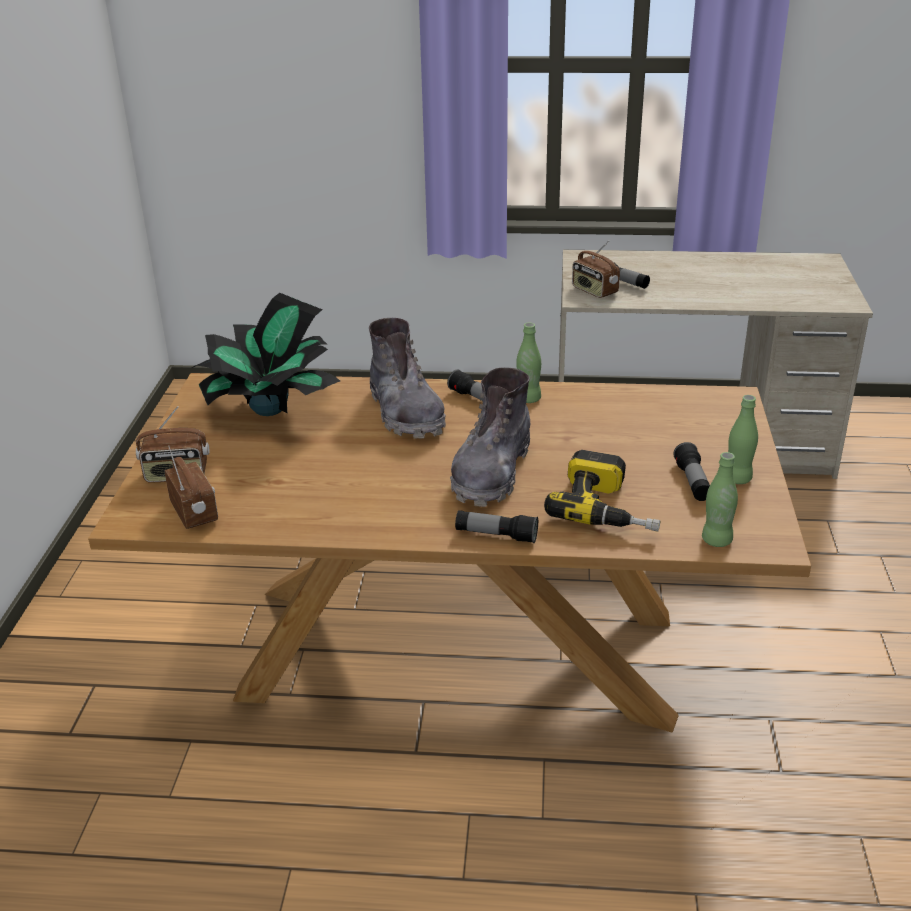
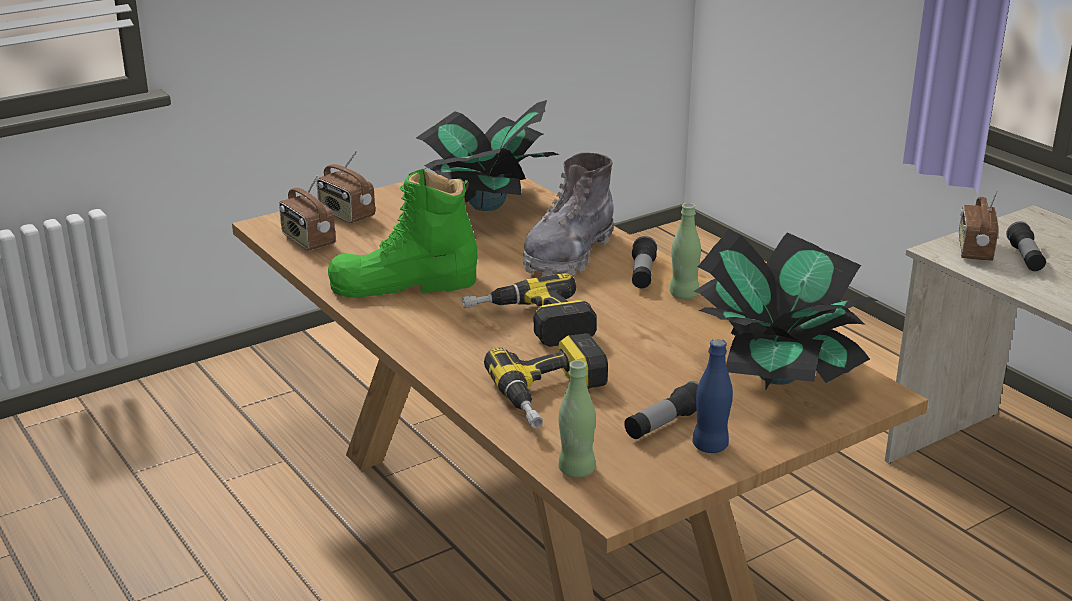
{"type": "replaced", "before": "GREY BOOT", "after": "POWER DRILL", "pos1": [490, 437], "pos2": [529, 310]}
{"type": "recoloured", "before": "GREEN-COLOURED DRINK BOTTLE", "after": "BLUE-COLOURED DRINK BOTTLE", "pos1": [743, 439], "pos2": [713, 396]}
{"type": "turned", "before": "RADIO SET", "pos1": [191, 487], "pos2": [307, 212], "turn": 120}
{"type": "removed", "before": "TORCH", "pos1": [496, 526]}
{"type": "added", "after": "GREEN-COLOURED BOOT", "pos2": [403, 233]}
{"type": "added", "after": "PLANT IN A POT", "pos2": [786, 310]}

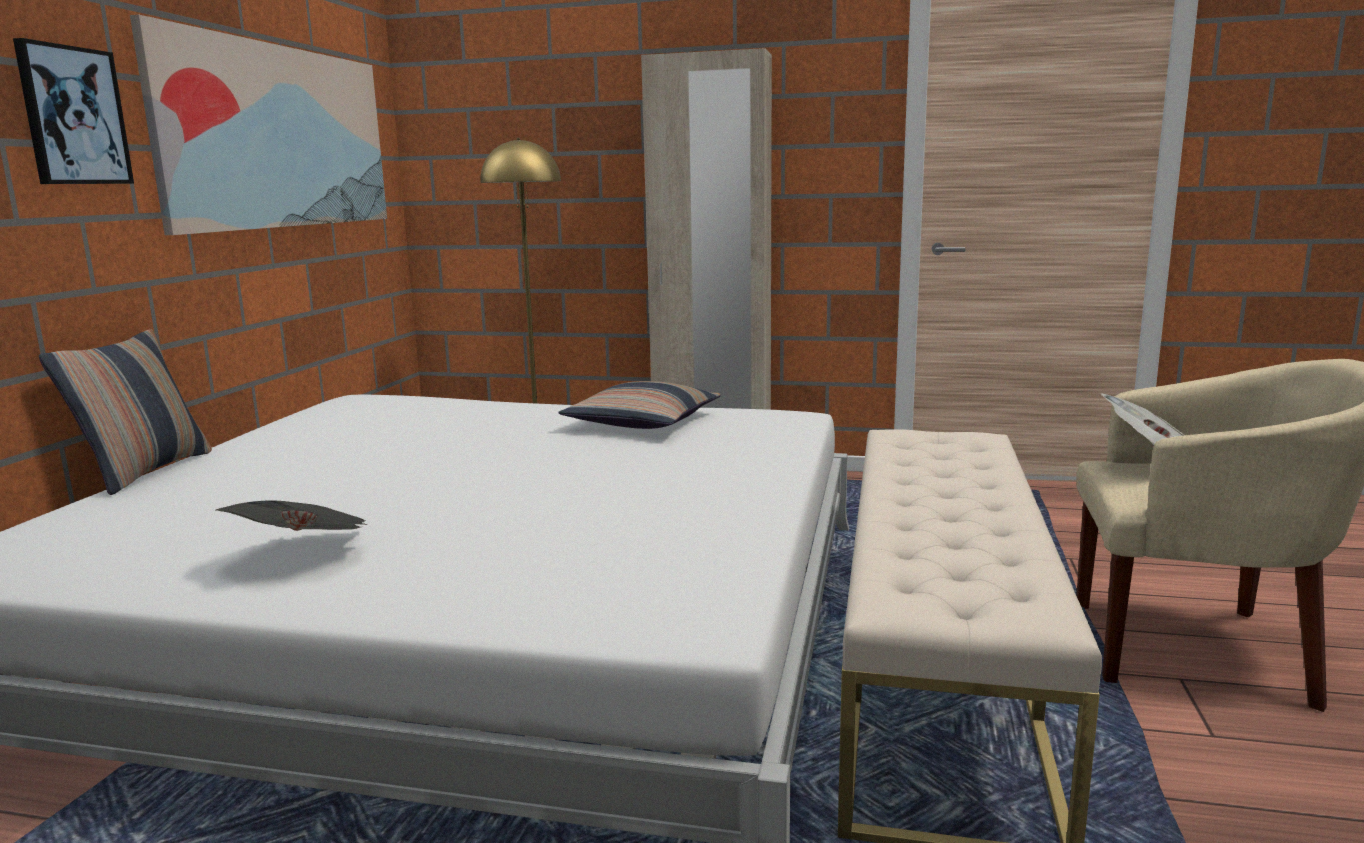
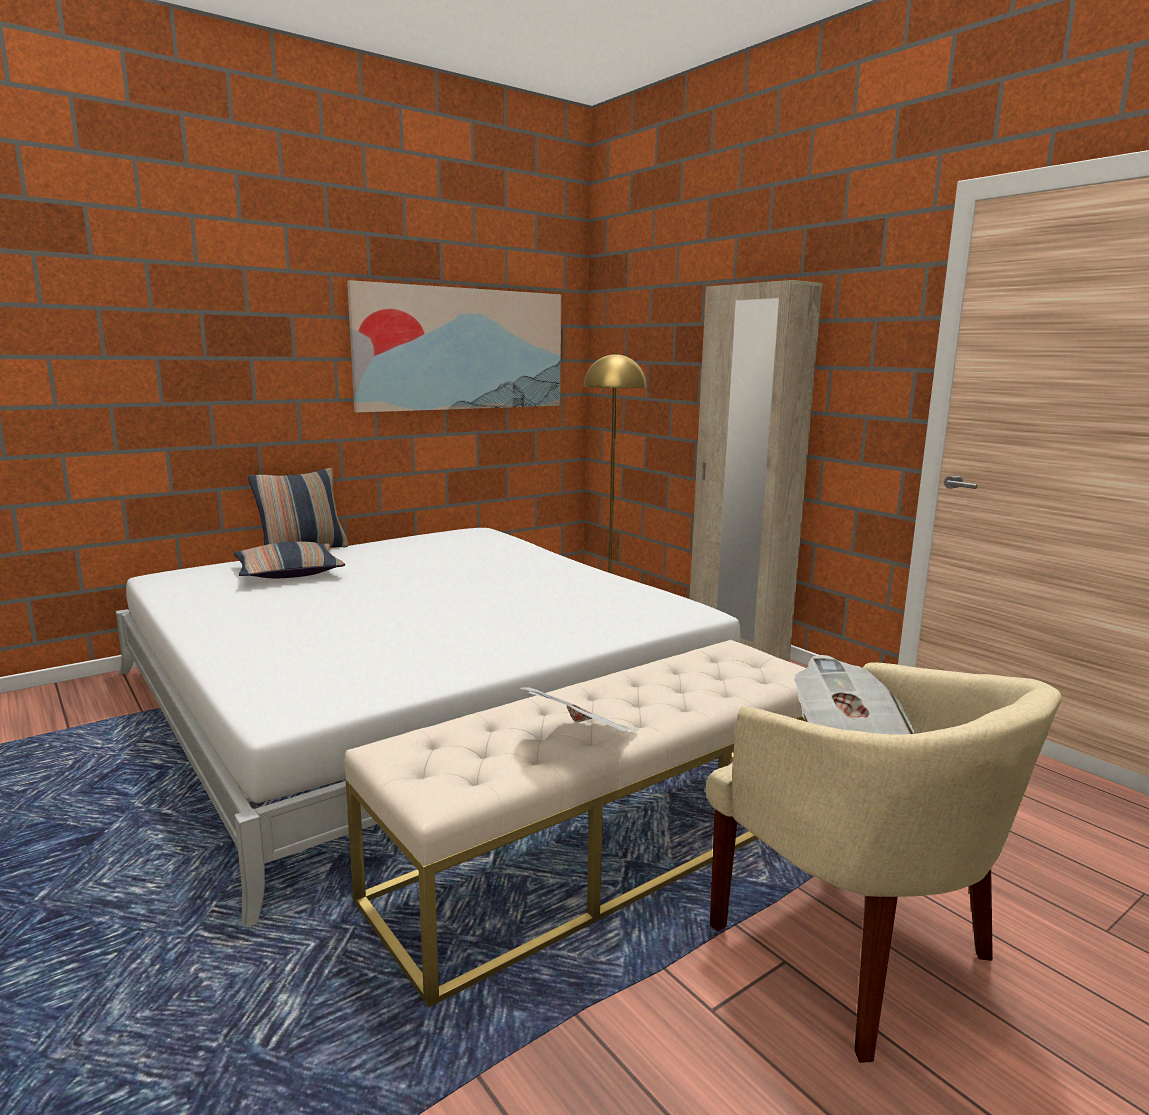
{"type": "removed", "before": "WALL PICTURE", "pos1": [73, 111]}
{"type": "moved", "before": "PILLOW", "pos1": [639, 405], "pos2": [289, 559]}
{"type": "moved", "before": "DAILY PAPER", "pos1": [292, 515], "pos2": [580, 710]}

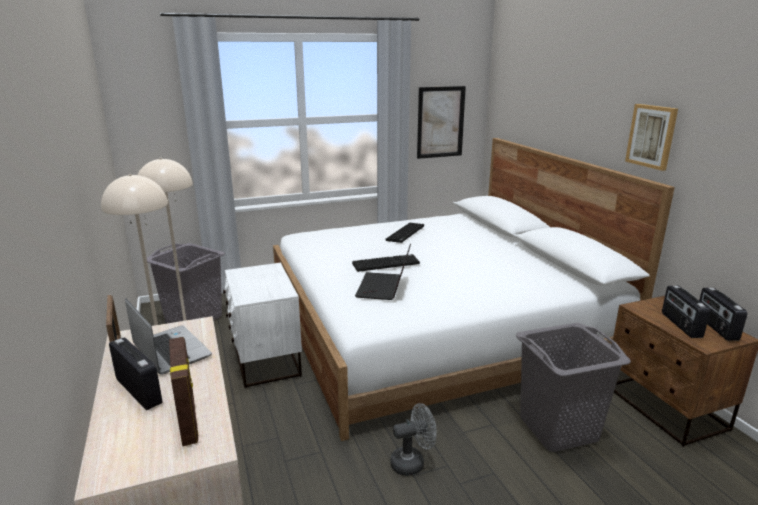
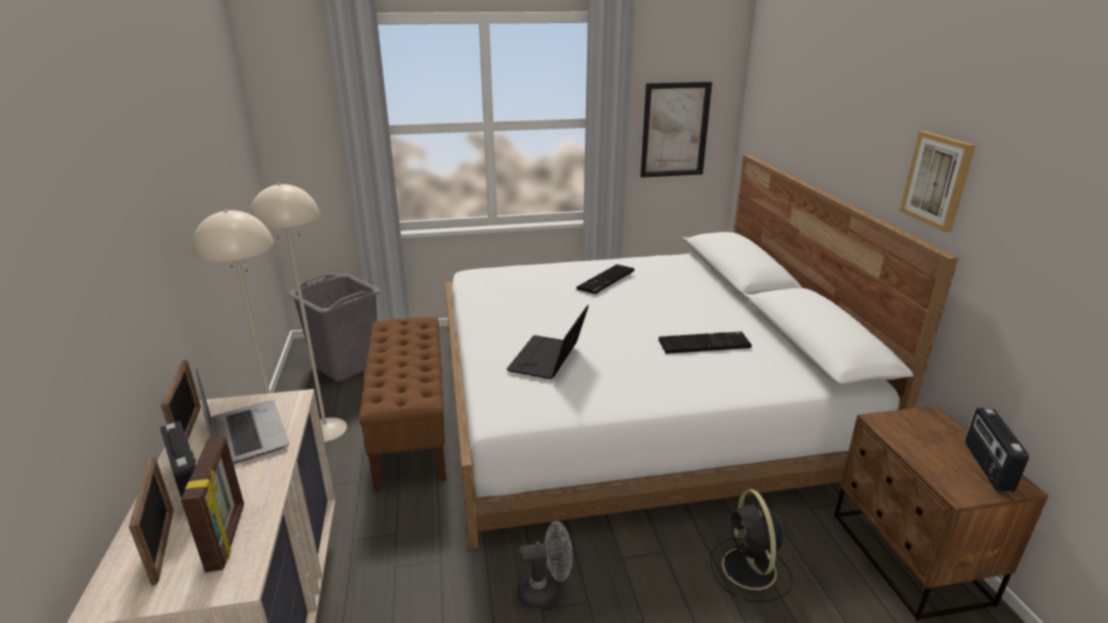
{"type": "moved", "before": "COMPUTER KEYBOARD", "pos1": [386, 263], "pos2": [705, 343]}
{"type": "replaced", "before": "WHITE NIGHT TABLE", "after": "BROWN LONG SEAT", "pos1": [262, 325], "pos2": [402, 403]}
{"type": "removed", "before": "RADIO SET", "pos1": [686, 312]}
{"type": "replaced", "before": "GREY HAMPER", "after": "BLACK FAN", "pos1": [573, 387], "pos2": [752, 545]}
{"type": "added", "after": "STANDING FRAME", "pos2": [151, 521]}

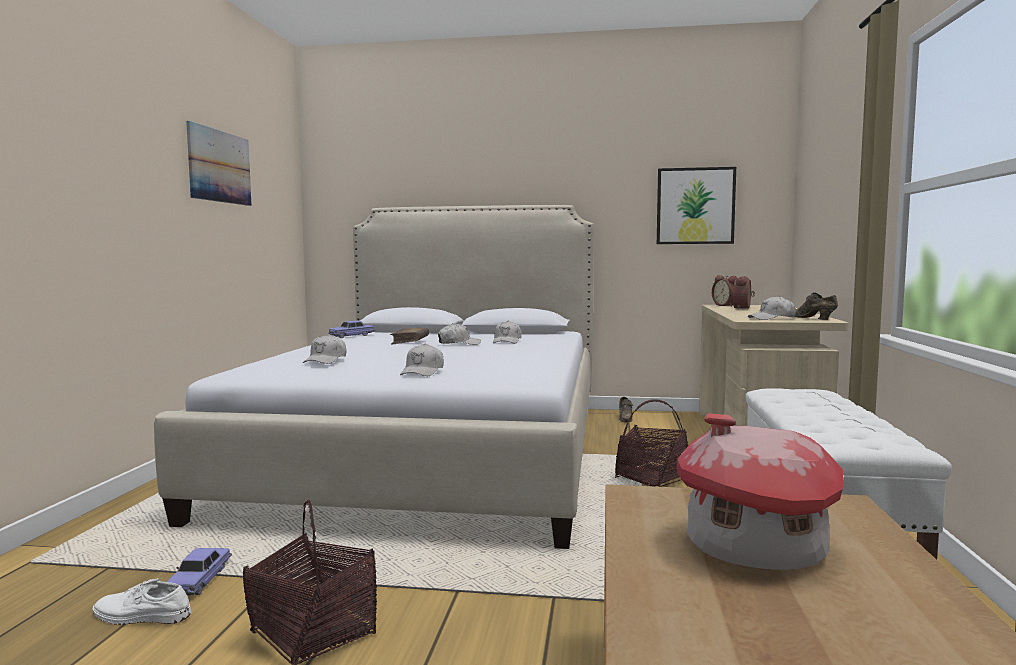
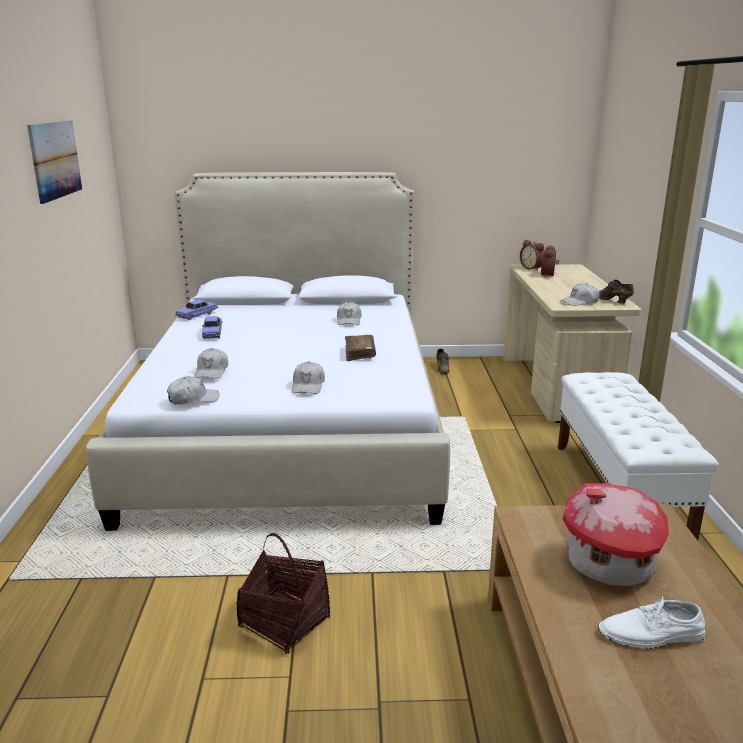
{"type": "removed", "before": "WALL PICTURE", "pos1": [696, 205]}
{"type": "moved", "before": "WHITE CAP", "pos1": [459, 334], "pos2": [193, 390]}
{"type": "moved", "before": "BROWN BOOK", "pos1": [409, 336], "pos2": [360, 348]}
{"type": "removed", "before": "STORAGE BASKET", "pos1": [651, 443]}
{"type": "moved", "before": "MODEL CAR", "pos1": [199, 571], "pos2": [212, 327]}
{"type": "moved", "before": "WHITE SHOE", "pos1": [142, 601], "pos2": [652, 622]}

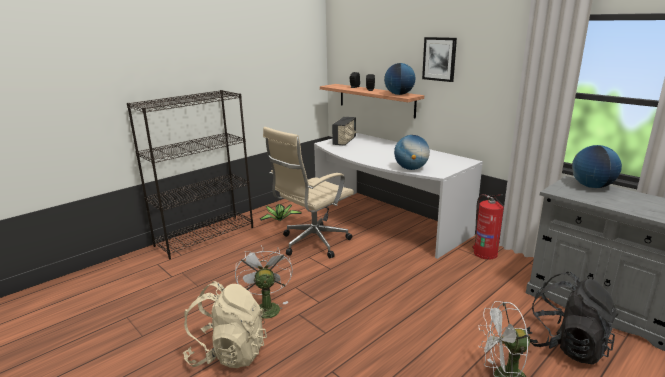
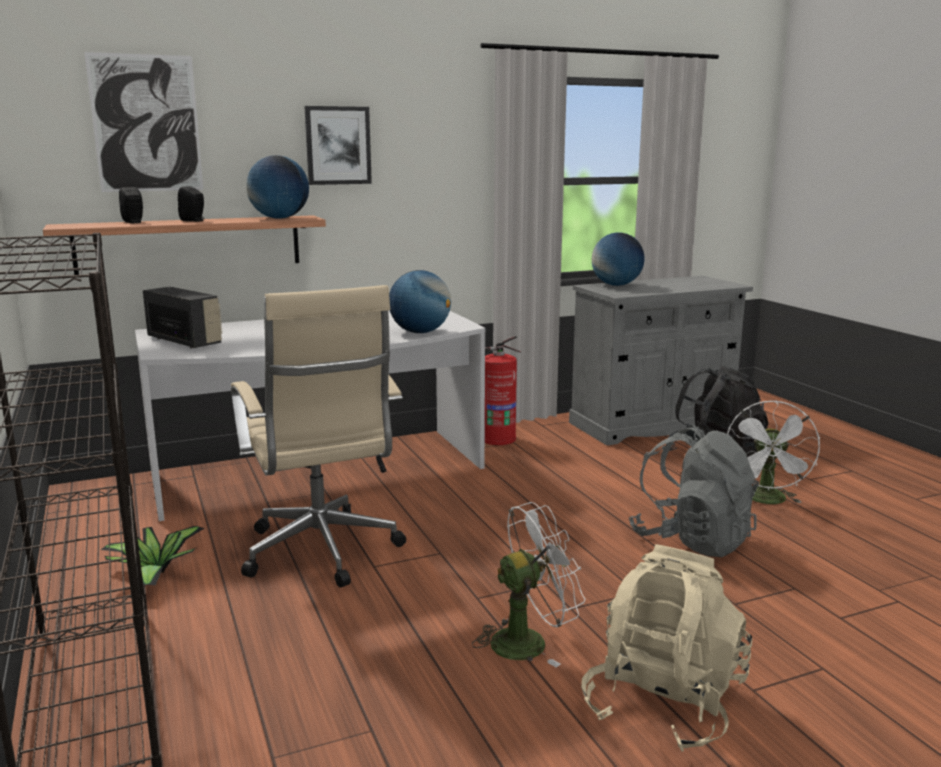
{"type": "turned", "before": "WHITE FAN", "pos1": [264, 284], "pos2": [529, 584], "turn": 150}
{"type": "added", "after": "WALL PICTURE", "pos2": [143, 122]}
{"type": "added", "after": "GREY BACKPACK", "pos2": [694, 491]}

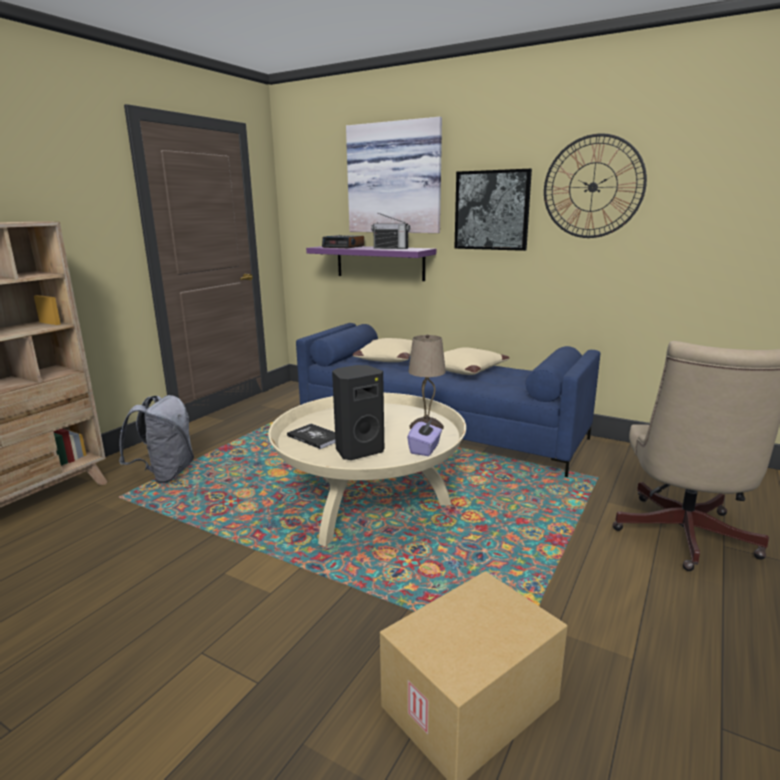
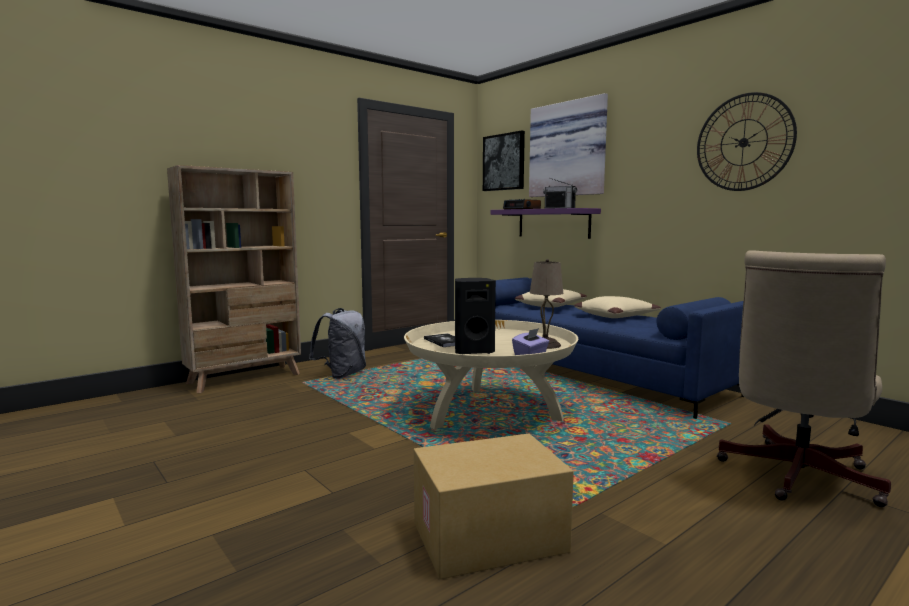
{"type": "moved", "before": "WALL PICTURE", "pos1": [493, 210], "pos2": [504, 161]}

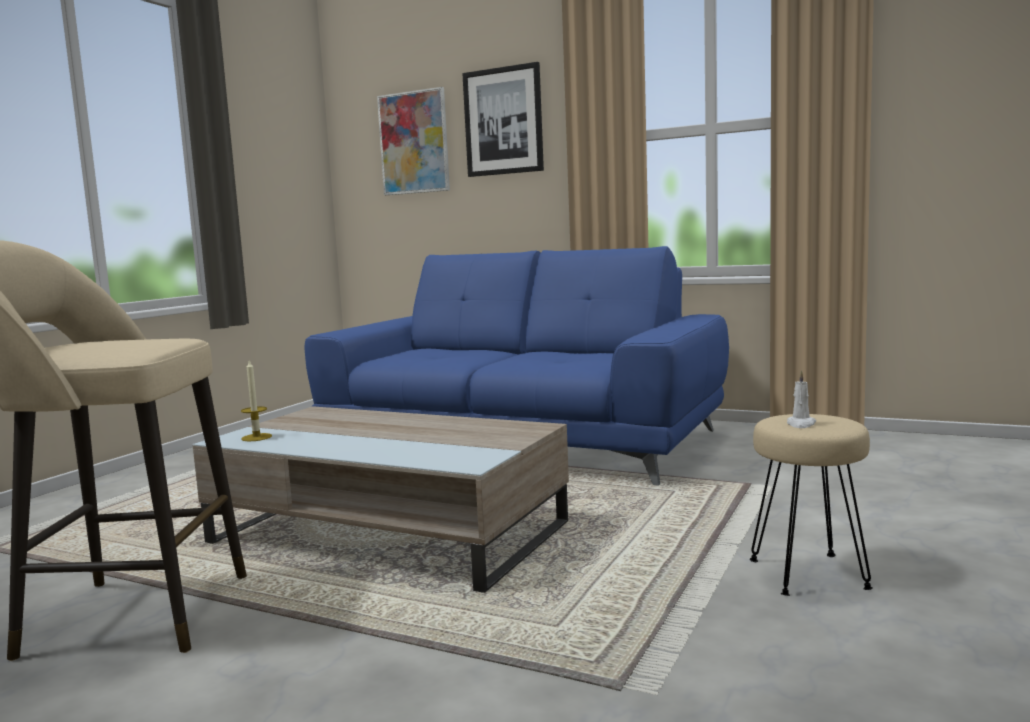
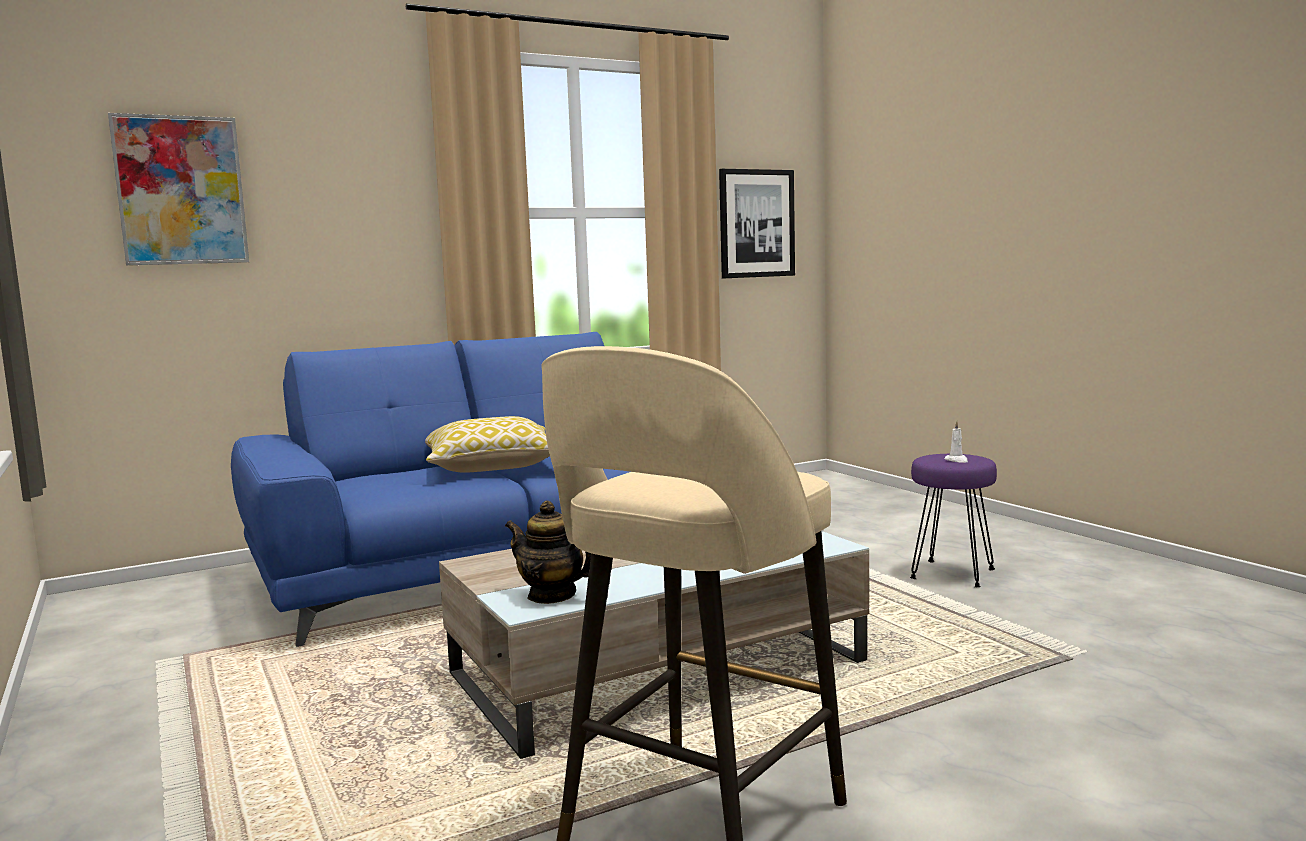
{"type": "moved", "before": "WALL PICTURE", "pos1": [503, 119], "pos2": [757, 223]}
{"type": "replaced", "before": "WAX LIGHT", "after": "POT FOR TEA", "pos1": [256, 401], "pos2": [548, 552]}
{"type": "recoloured", "before": "SAND-COLOURED STOOL SEAT", "after": "PURPLISH STOOL SEAT", "pos1": [811, 505], "pos2": [953, 520]}
{"type": "added", "after": "PILLOW", "pos2": [487, 444]}

